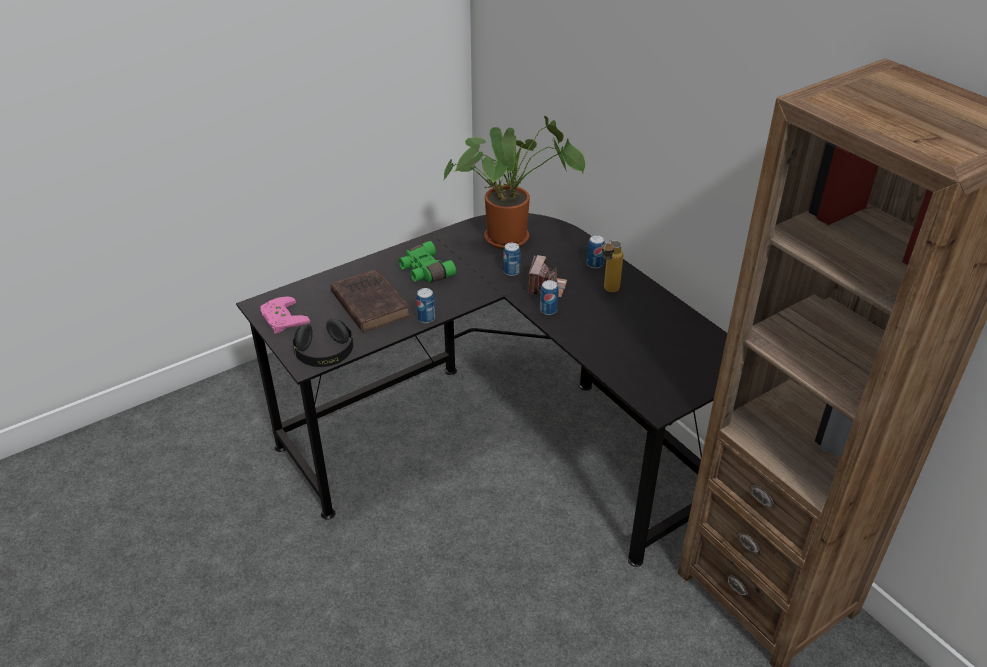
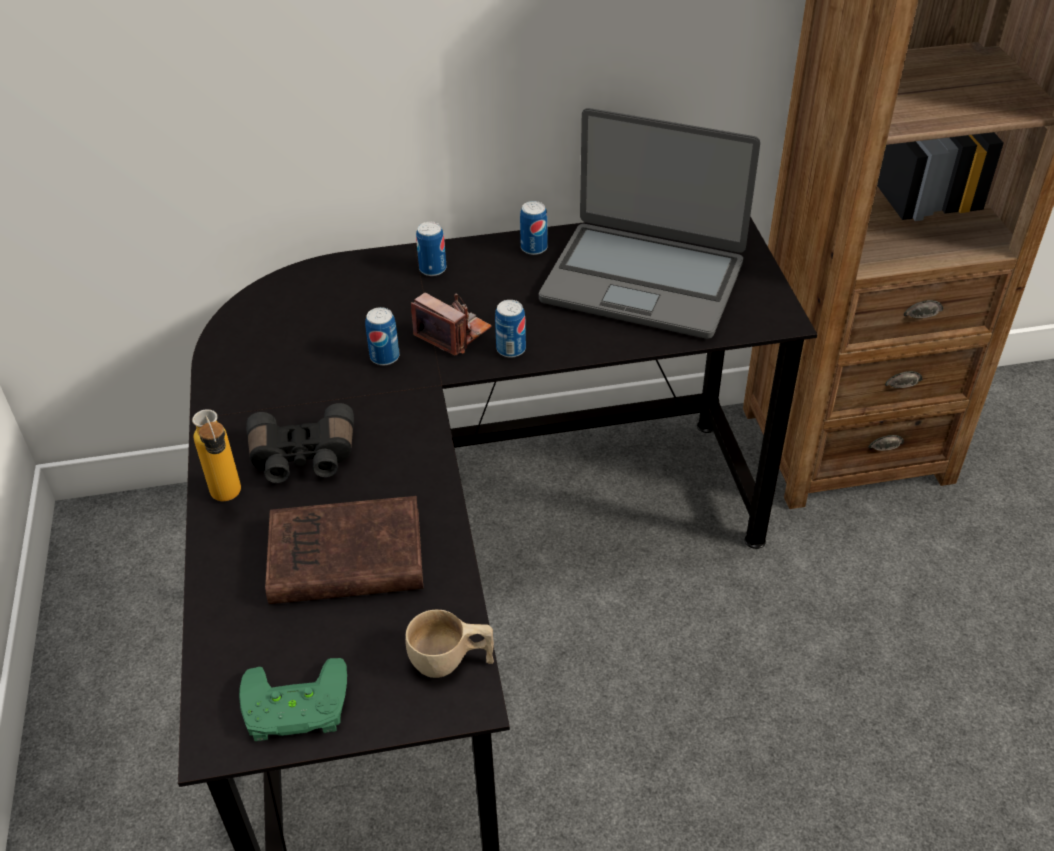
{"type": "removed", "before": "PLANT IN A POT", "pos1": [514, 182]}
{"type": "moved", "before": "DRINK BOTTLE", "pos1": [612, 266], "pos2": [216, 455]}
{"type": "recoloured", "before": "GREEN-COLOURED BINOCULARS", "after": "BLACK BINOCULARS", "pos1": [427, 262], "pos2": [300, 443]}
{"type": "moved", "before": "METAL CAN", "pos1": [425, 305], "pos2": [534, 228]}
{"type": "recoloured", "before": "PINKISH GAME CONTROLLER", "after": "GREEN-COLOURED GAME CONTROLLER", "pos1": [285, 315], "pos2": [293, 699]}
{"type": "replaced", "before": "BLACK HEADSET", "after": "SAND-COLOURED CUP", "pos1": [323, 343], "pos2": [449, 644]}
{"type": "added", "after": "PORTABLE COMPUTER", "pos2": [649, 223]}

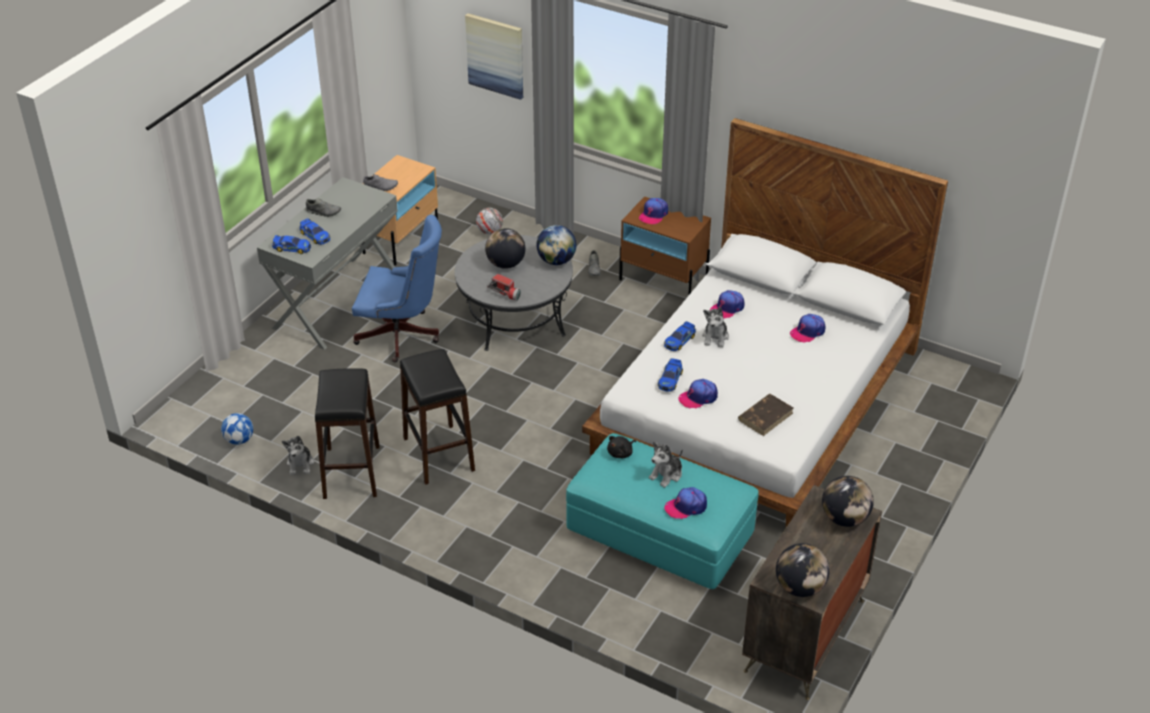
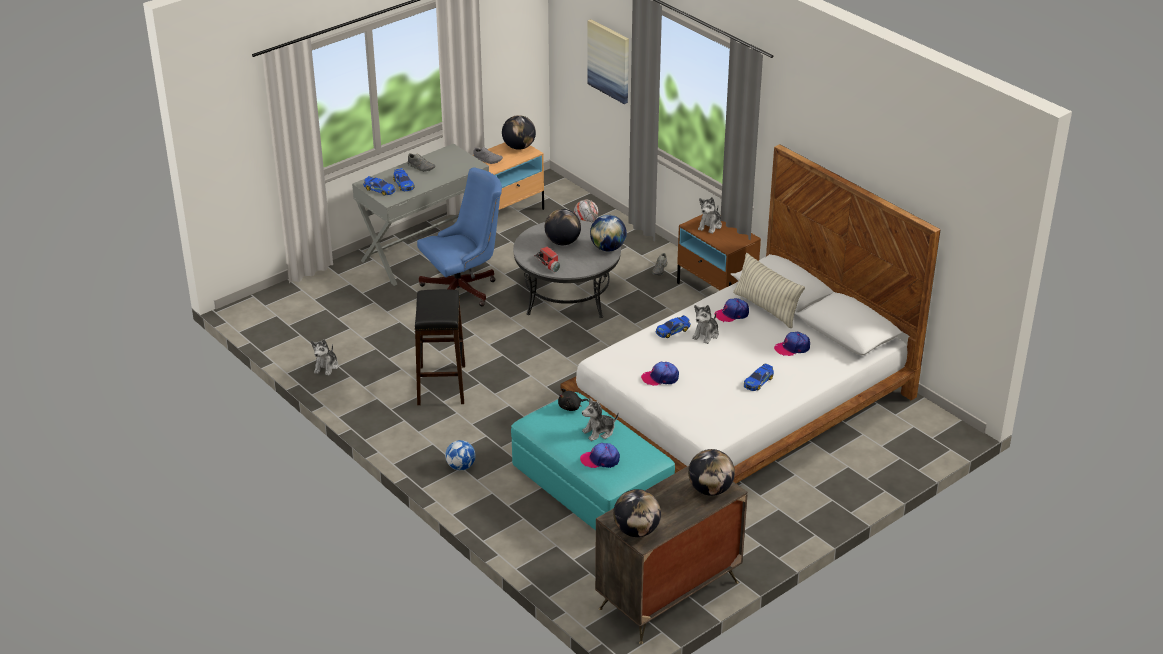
{"type": "replaced", "before": "CAP", "after": "CUDDLY TOY", "pos1": [653, 211], "pos2": [710, 215]}
{"type": "turned", "before": "BLUE-COLOURED OFFICE CHAIR", "pos1": [397, 288], "pos2": [459, 237], "turn": -60}
{"type": "moved", "before": "MODEL CAR", "pos1": [670, 375], "pos2": [759, 377]}
{"type": "removed", "before": "BLACK STOOL SEAT", "pos1": [347, 433]}
{"type": "removed", "before": "BROWN BOOK", "pos1": [765, 415]}
{"type": "moved", "before": "BALL FOR FOOTBALL", "pos1": [237, 429], "pos2": [460, 455]}
{"type": "added", "after": "GLOBE", "pos2": [519, 132]}
{"type": "added", "after": "PILLOW", "pos2": [769, 290]}

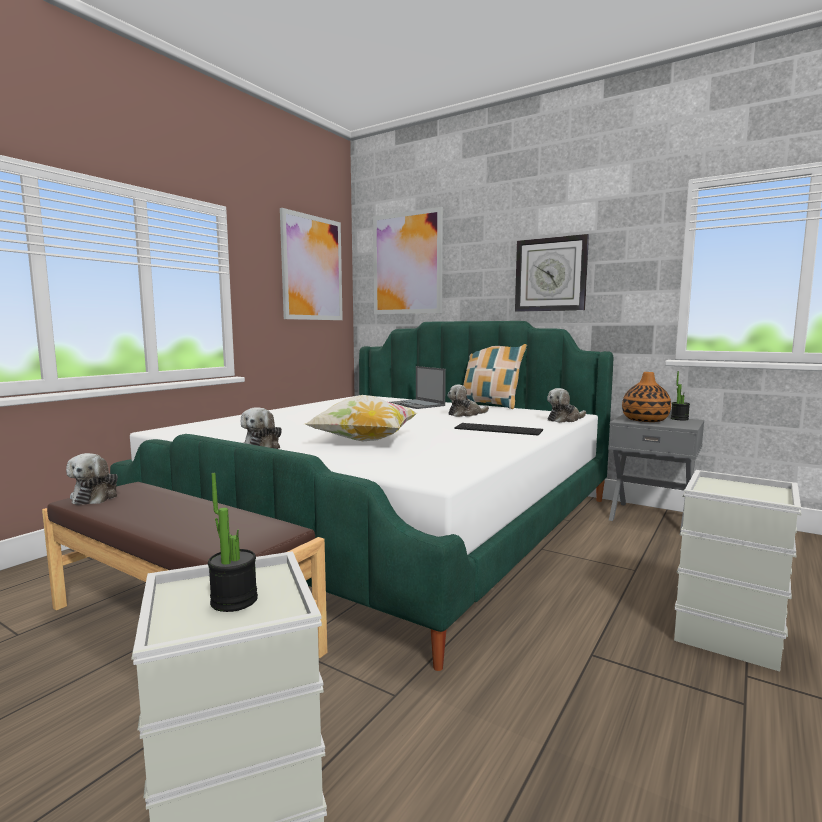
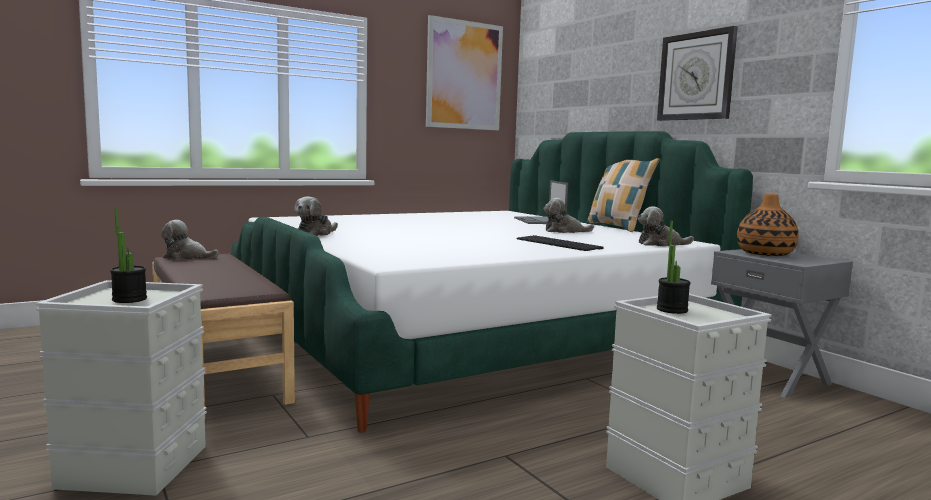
{"type": "removed", "before": "WALL PICTURE", "pos1": [408, 260]}
{"type": "moved", "before": "PLANT IN A POT", "pos1": [680, 395], "pos2": [673, 267]}
{"type": "removed", "before": "PILLOW", "pos1": [361, 418]}
{"type": "turned", "before": "CUDDLY TOY", "pos1": [92, 479], "pos2": [190, 240], "turn": 75}

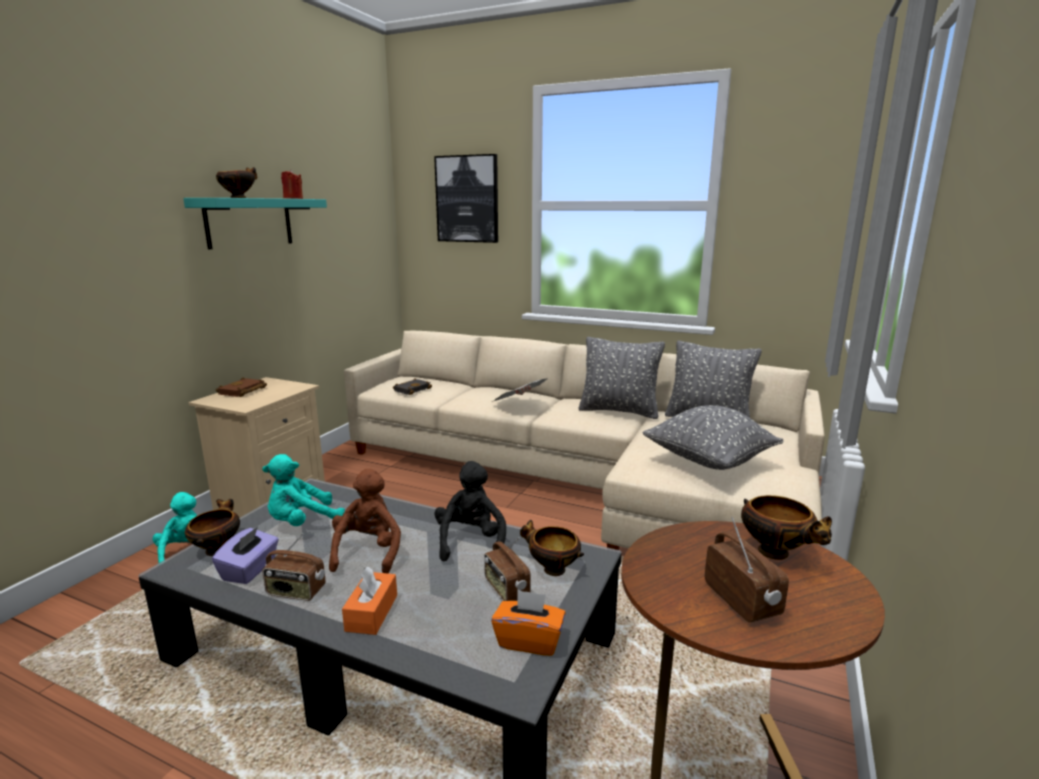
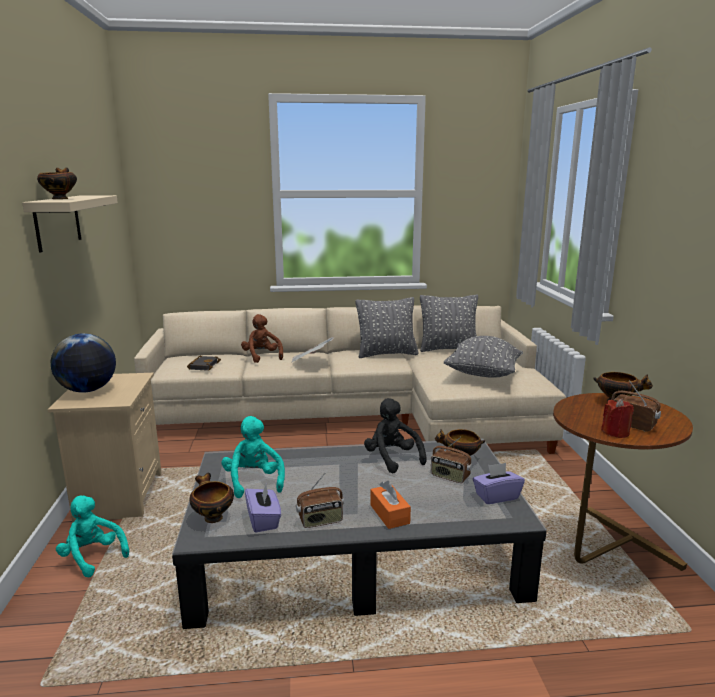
{"type": "removed", "before": "WALL PICTURE", "pos1": [466, 198]}
{"type": "moved", "before": "RED WAX LIGHT", "pos1": [292, 184], "pos2": [617, 418]}
{"type": "recoloured", "before": "TURQUOISE SHELF", "after": "SAND-COLOURED SHELF", "pos1": [255, 223], "pos2": [70, 224]}
{"type": "replaced", "before": "BROWN BOOK", "after": "GLOBE", "pos1": [241, 387], "pos2": [83, 363]}
{"type": "turned", "before": "TURQUOISE CUDDLY TOY", "pos1": [303, 490], "pos2": [253, 457], "turn": 135}
{"type": "moved", "before": "BROWN CUDDLY TOY", "pos1": [365, 521], "pos2": [262, 338]}
{"type": "recoloured", "before": "ORANGE TISSUE HOLDER", "after": "PURPLISH TISSUE HOLDER", "pos1": [528, 622], "pos2": [499, 483]}

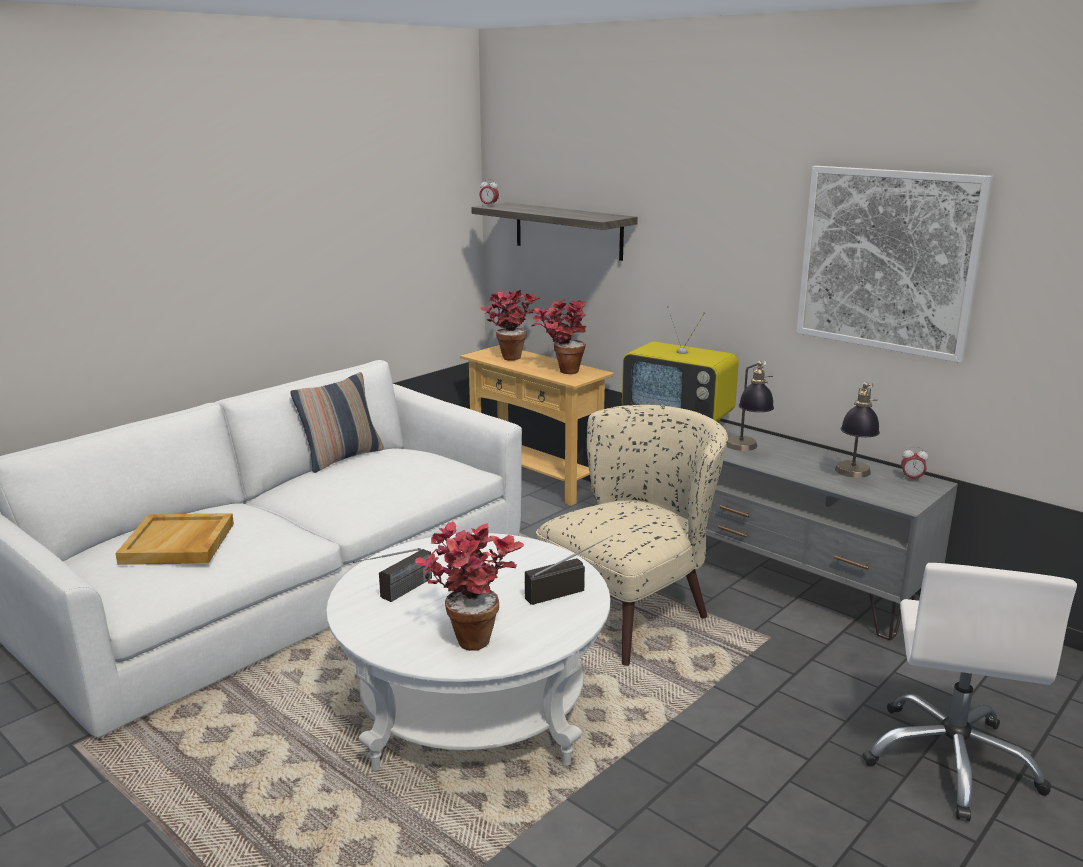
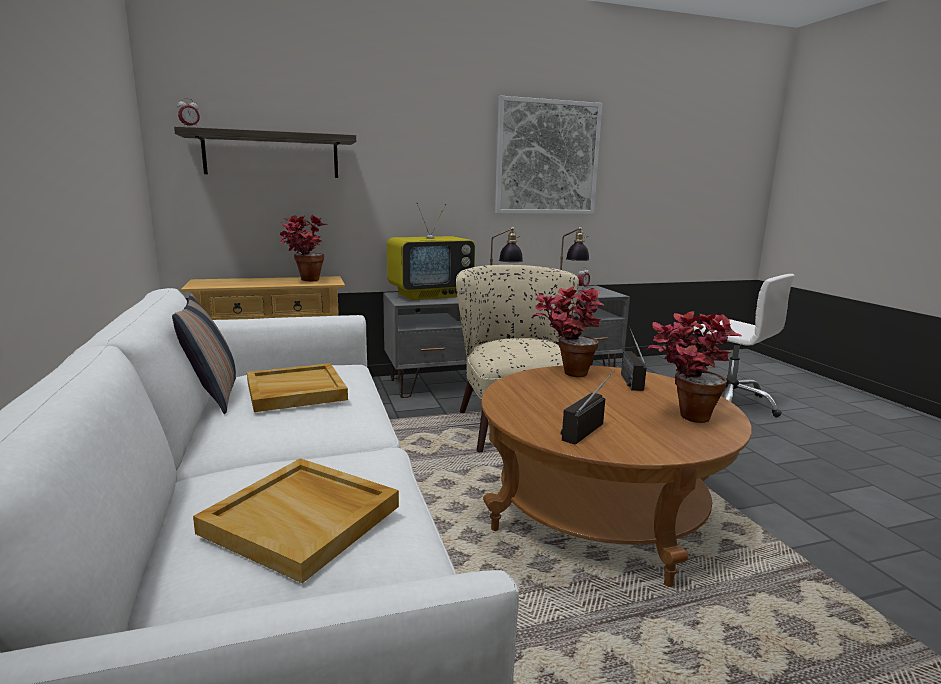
{"type": "moved", "before": "PLANT IN A POT", "pos1": [510, 325], "pos2": [568, 331]}
{"type": "recoloured", "before": "WHITE LOUNGE TABLE", "after": "BROWN LOUNGE TABLE", "pos1": [468, 652], "pos2": [616, 476]}
{"type": "turned", "before": "RADIO SET", "pos1": [392, 575], "pos2": [590, 404], "turn": -120}
{"type": "added", "after": "SAND-COLOURED TRAY", "pos2": [297, 387]}

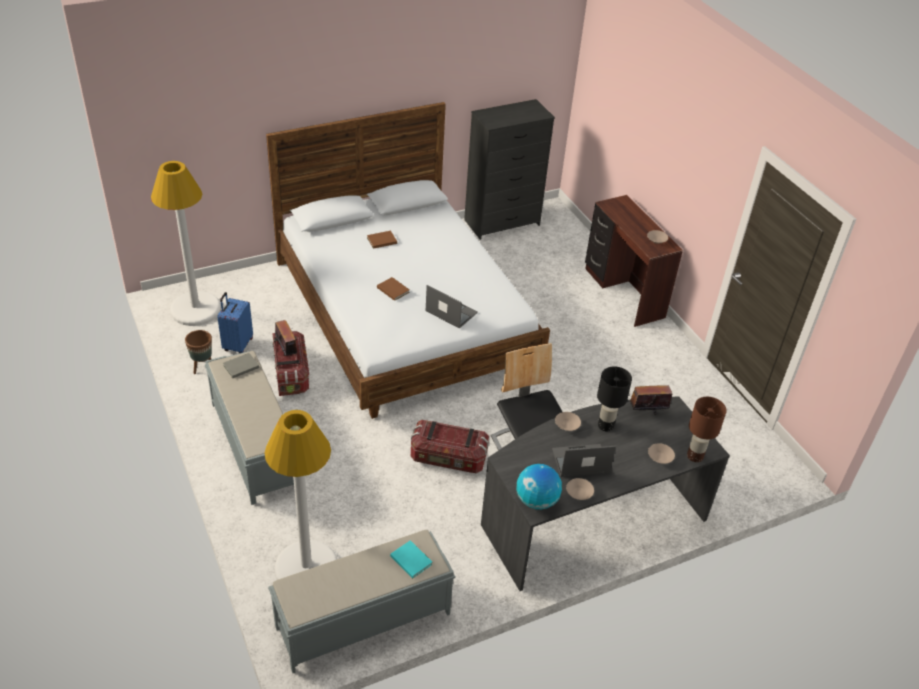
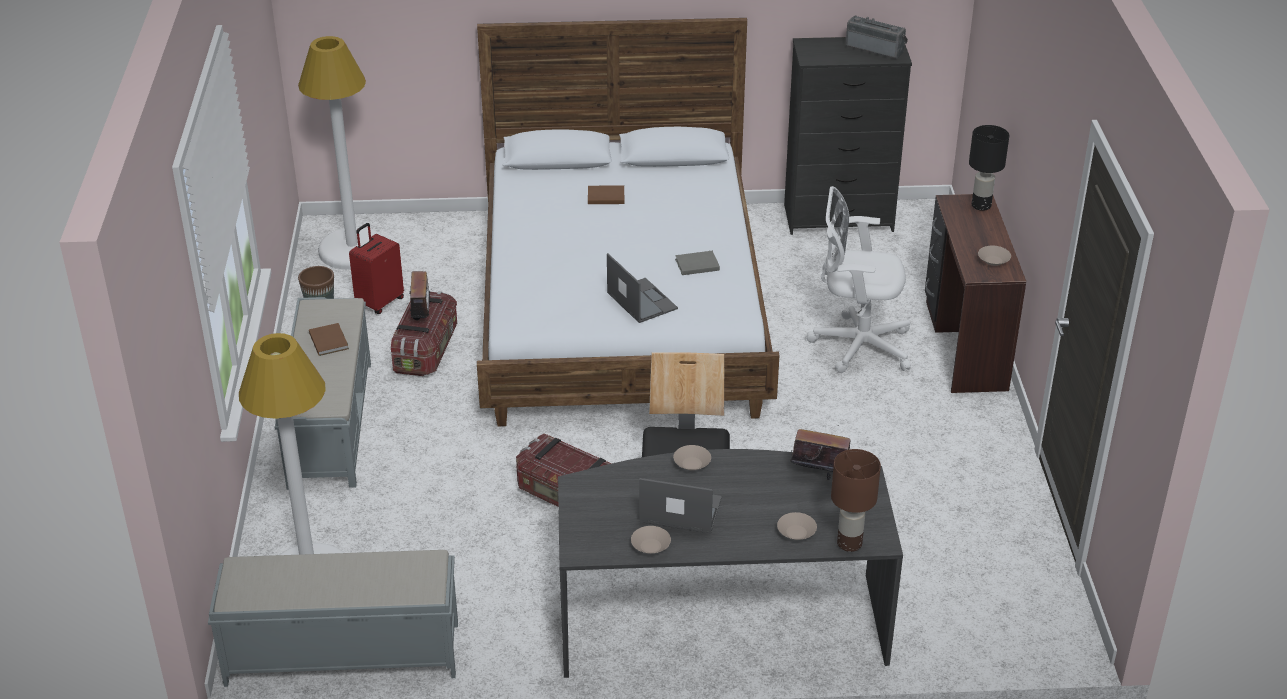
{"type": "moved", "before": "BROWN BOOK", "pos1": [393, 289], "pos2": [329, 339]}
{"type": "recoloured", "before": "BLUE-COLOURED SUITCASE", "after": "RED SUITCASE", "pos1": [235, 322], "pos2": [376, 268]}
{"type": "moved", "before": "GREY BOOK", "pos1": [241, 365], "pos2": [697, 263]}
{"type": "moved", "before": "BLACK TABLETOP LAMP", "pos1": [614, 398], "pos2": [989, 168]}
{"type": "removed", "before": "GLOBE", "pos1": [539, 487]}
{"type": "removed", "before": "TURQUOISE BOOK", "pos1": [411, 559]}
{"type": "added", "after": "RADIO SET", "pos2": [877, 37]}
{"type": "added", "after": "WHITE OFFICE CHAIR", "pos2": [859, 279]}

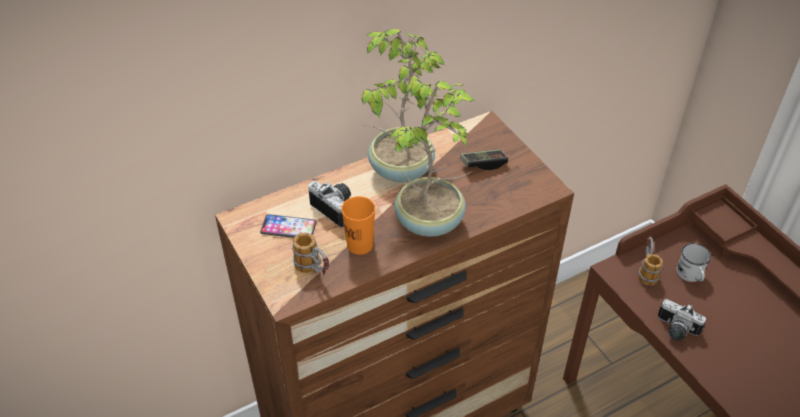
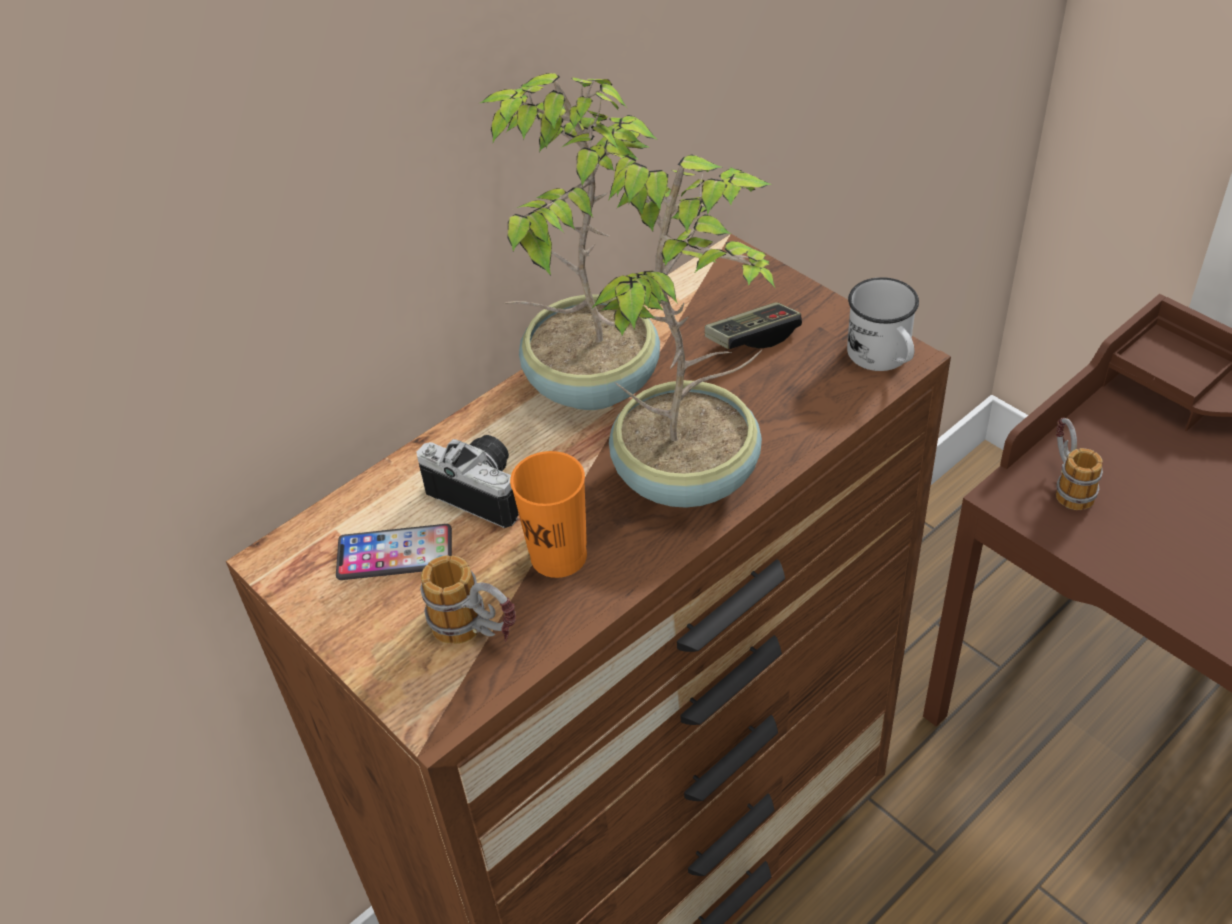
{"type": "moved", "before": "WHITE TEA MUG", "pos1": [693, 262], "pos2": [883, 324]}
{"type": "removed", "before": "STILL CAMERA", "pos1": [682, 320]}

